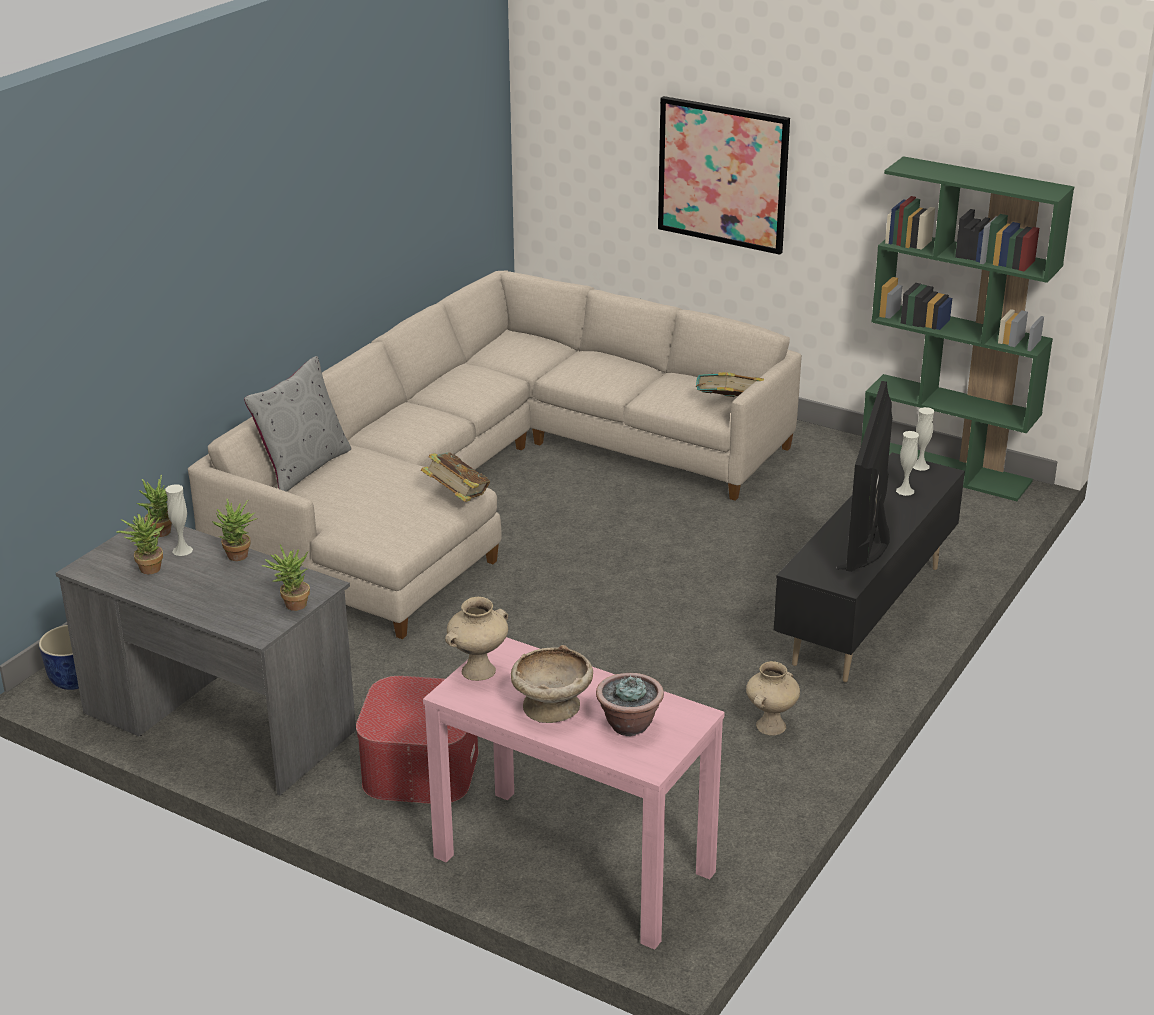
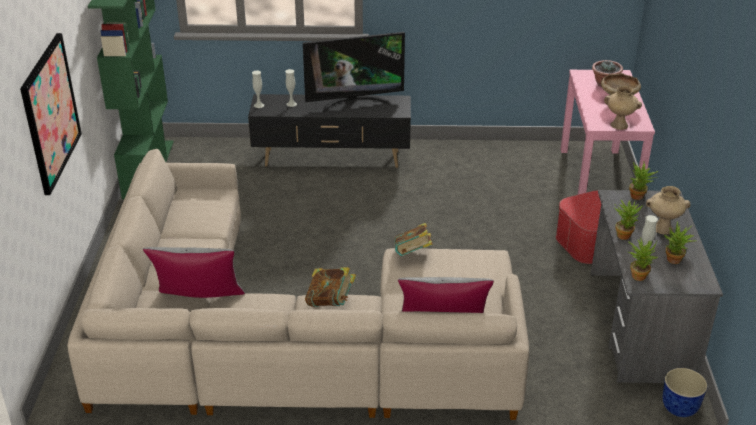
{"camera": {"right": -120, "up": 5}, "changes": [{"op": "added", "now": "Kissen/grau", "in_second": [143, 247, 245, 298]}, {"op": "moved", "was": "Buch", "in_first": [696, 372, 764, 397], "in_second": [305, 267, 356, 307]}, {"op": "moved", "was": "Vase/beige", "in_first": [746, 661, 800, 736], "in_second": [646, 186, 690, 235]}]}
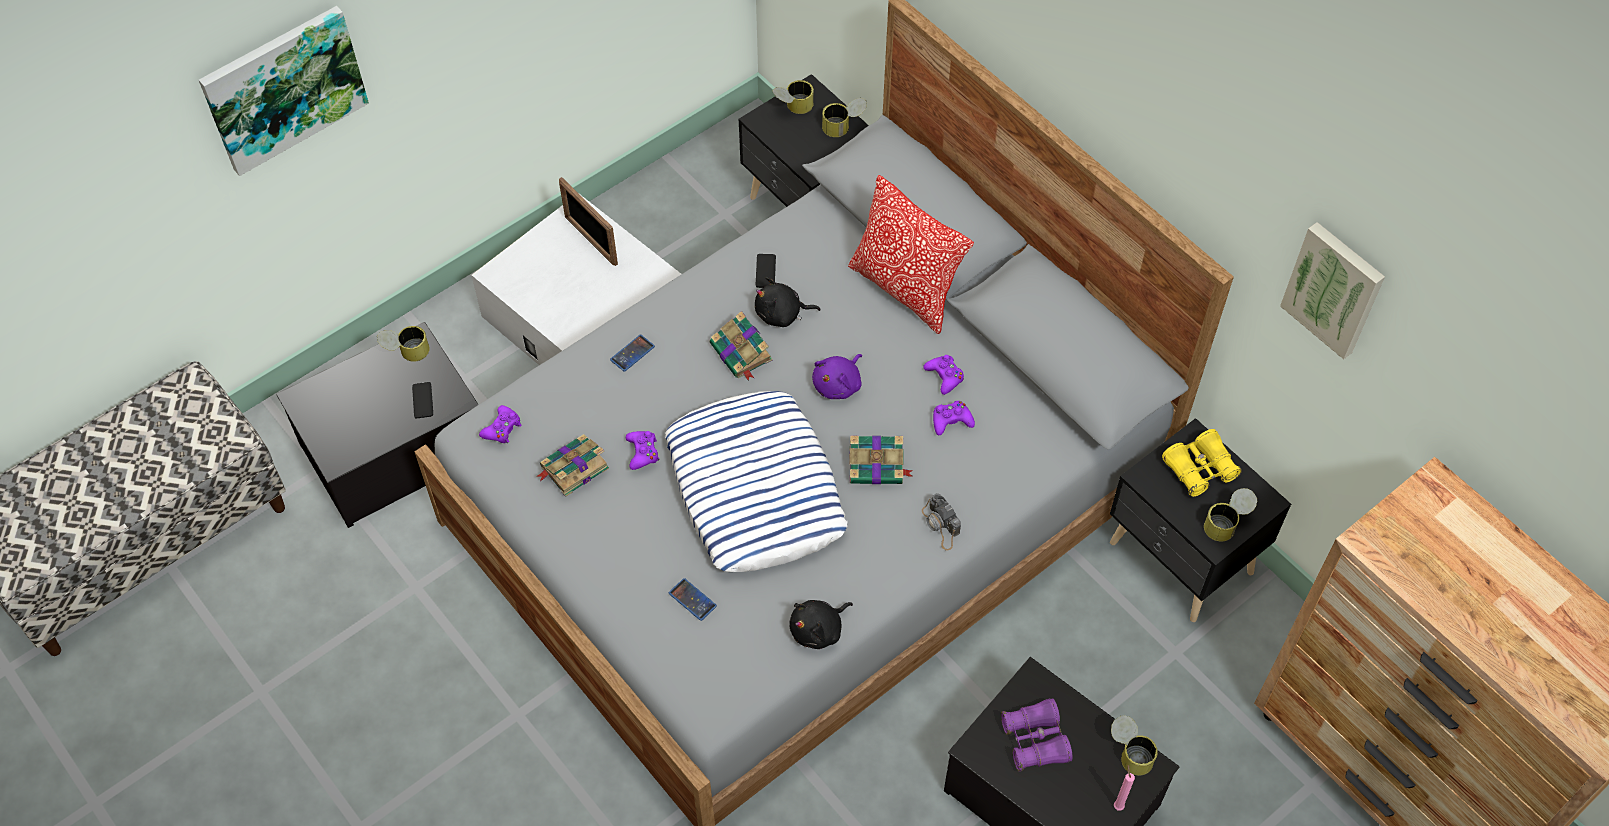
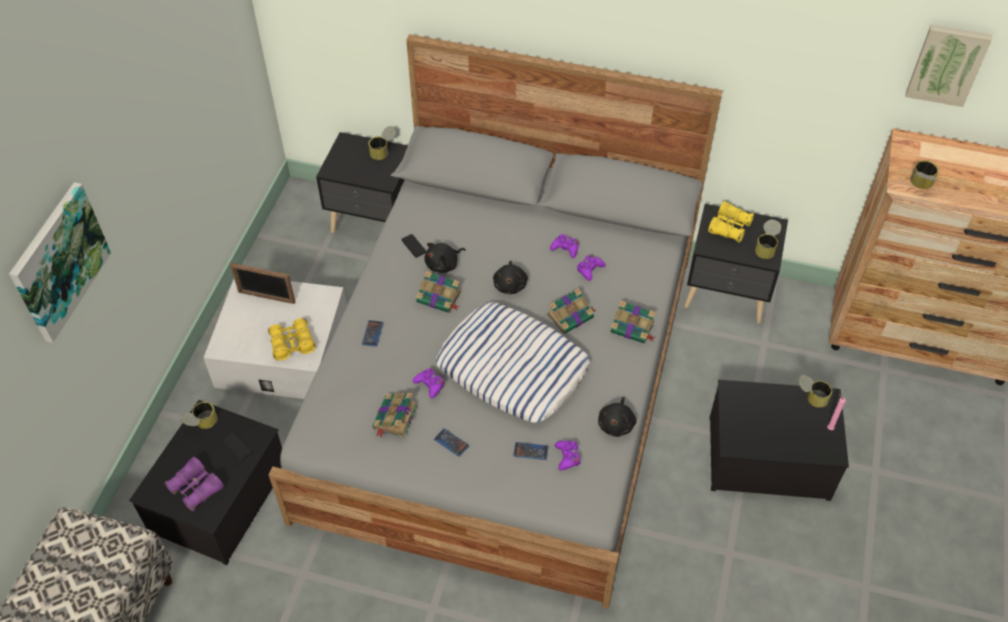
{"camera": {"right": -35, "up": -5}, "changes": [{"op": "removed", "was": "Kissen", "in_first": [848, 175, 974, 334]}, {"op": "added", "now": "Fernglas/gelb", "in_second": [268, 318, 316, 361]}, {"op": "added", "now": "Handy", "in_second": [434, 428, 469, 457]}, {"op": "moved", "was": "Gamepad/lila", "in_first": [479, 405, 521, 443], "in_second": [555, 441, 581, 470]}, {"op": "moved", "was": "Dose", "in_first": [773, 80, 814, 114], "in_second": [910, 160, 939, 189]}, {"op": "moved", "was": "Fernglas/lila", "in_first": [1001, 698, 1073, 772], "in_second": [164, 457, 224, 511]}, {"op": "moved", "was": "Bild", "in_first": [1280, 222, 1385, 359], "in_second": [906, 25, 992, 107]}, {"op": "replaced", "was": "Kamera", "now": "Buch", "in_first": [922, 493, 961, 551], "in_second": [610, 301, 656, 344]}, {"op": "recoloured", "was": "Plüschtier/lila", "now": "Plüschtier/schwarz", "in_first": [812, 354, 862, 399], "in_second": [493, 260, 528, 294]}]}
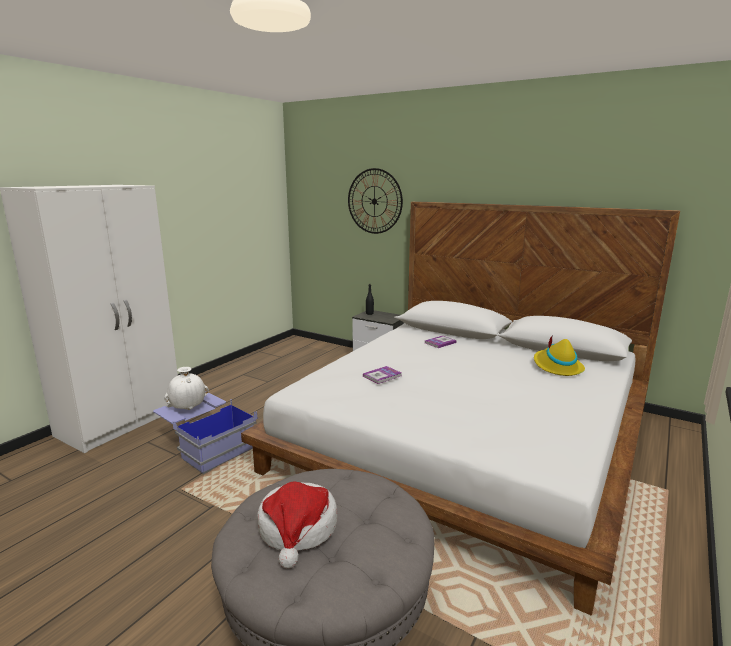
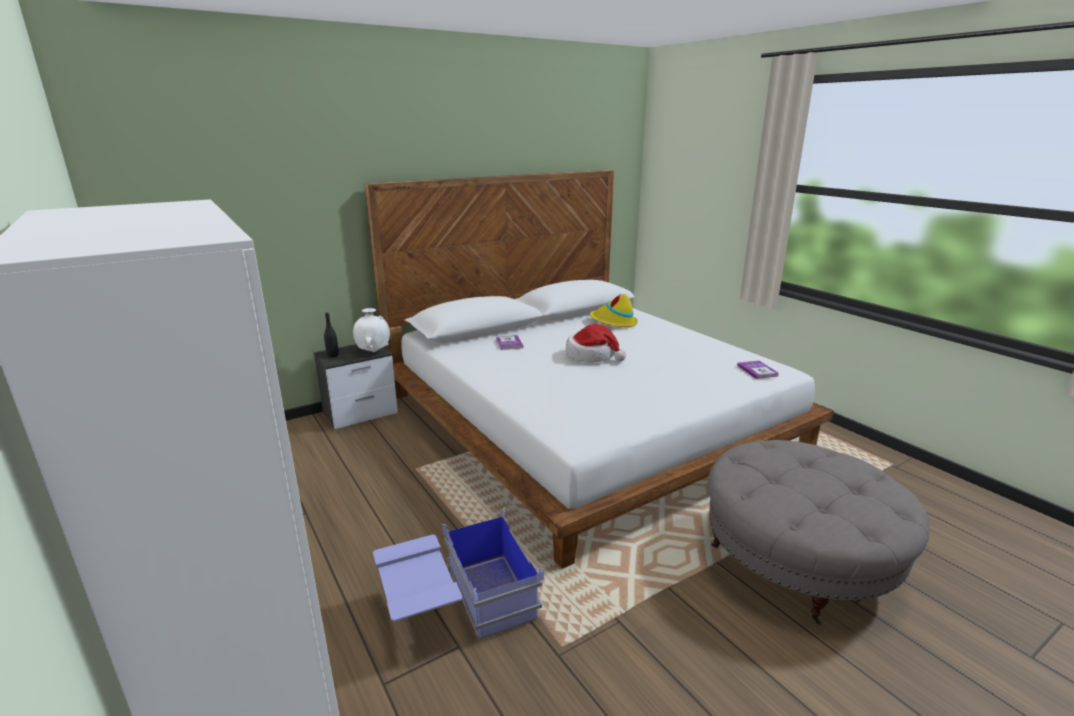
{"camera": {"right": -65, "up": 5}, "changes": [{"op": "removed", "was": "Wanduhr", "in_first": [348, 168, 403, 234]}, {"op": "moved", "was": "Vase/weiß", "in_first": [164, 367, 209, 410], "in_second": [353, 308, 390, 352]}, {"op": "moved", "was": "Hut", "in_first": [257, 482, 337, 569], "in_second": [566, 324, 626, 362]}, {"op": "moved", "was": "Buch", "in_first": [363, 366, 401, 384], "in_second": [737, 361, 779, 379]}]}
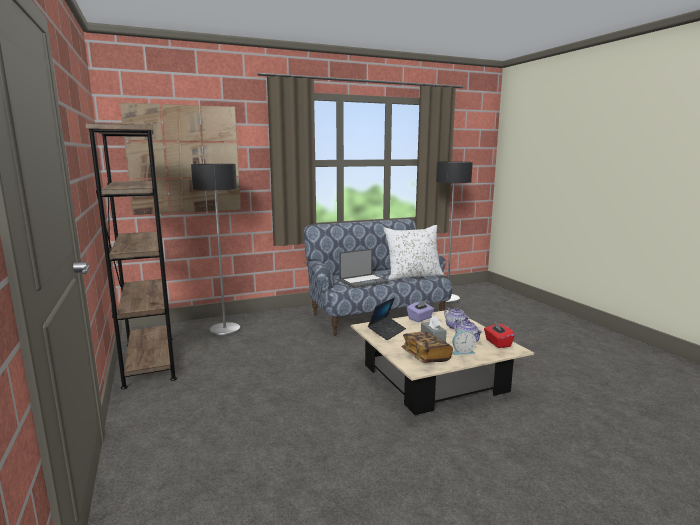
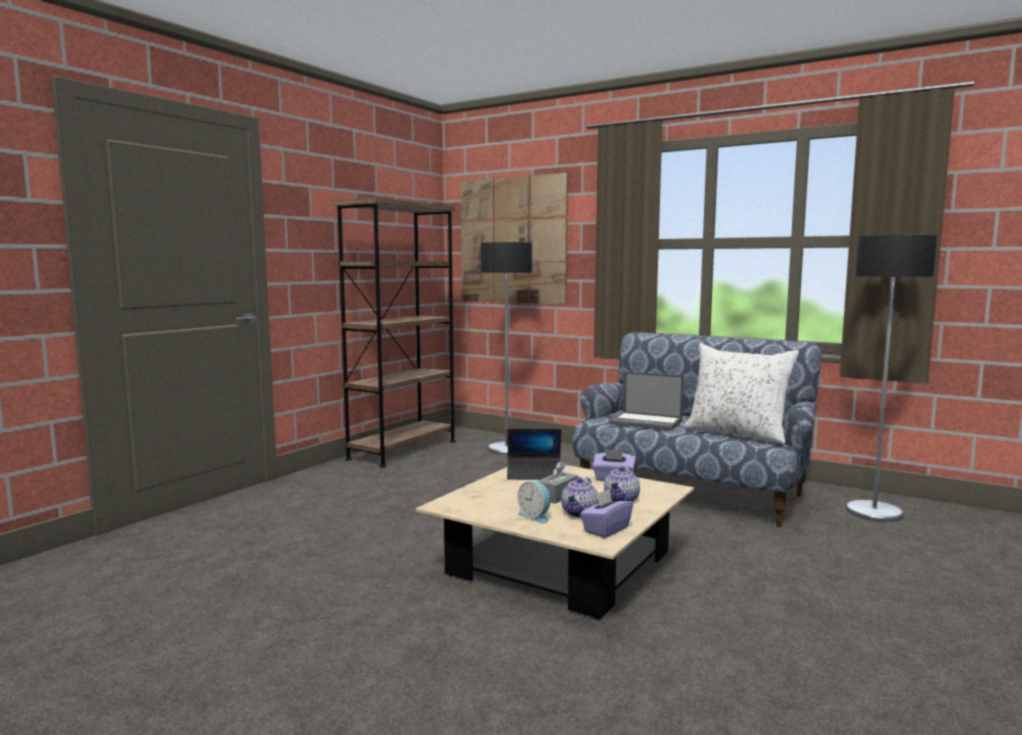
{"camera": {"right": 55, "up": -5}, "changes": [{"op": "removed", "was": "Buch", "in_first": [401, 331, 453, 363]}, {"op": "recoloured", "was": "Taschentuchbox/rot", "now": "Taschentuchbox/lila", "in_first": [484, 321, 515, 348], "in_second": [580, 489, 633, 538]}]}
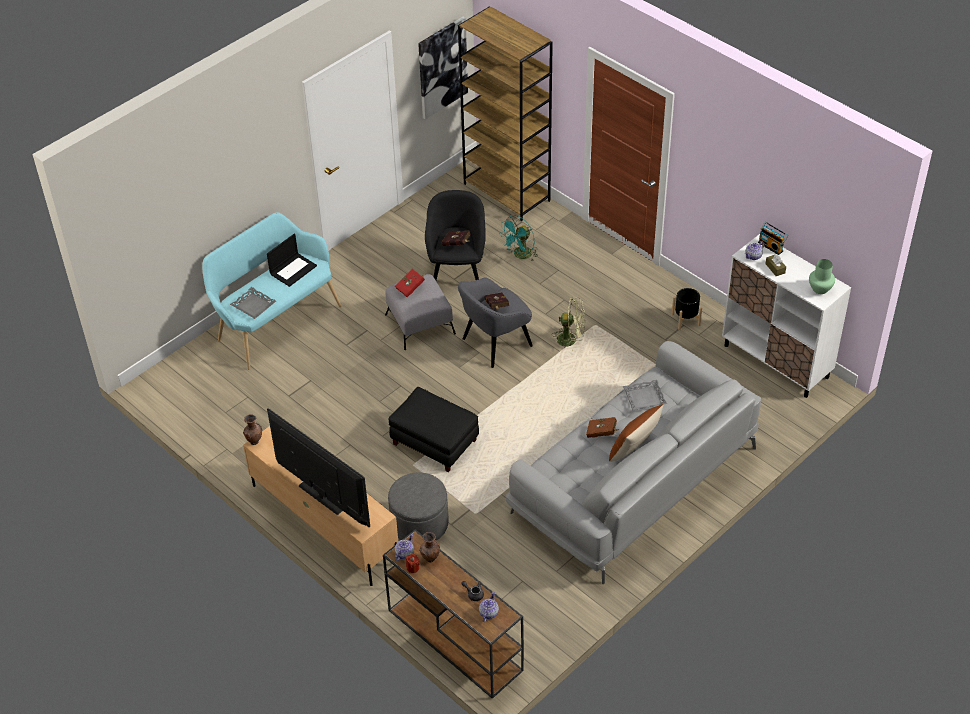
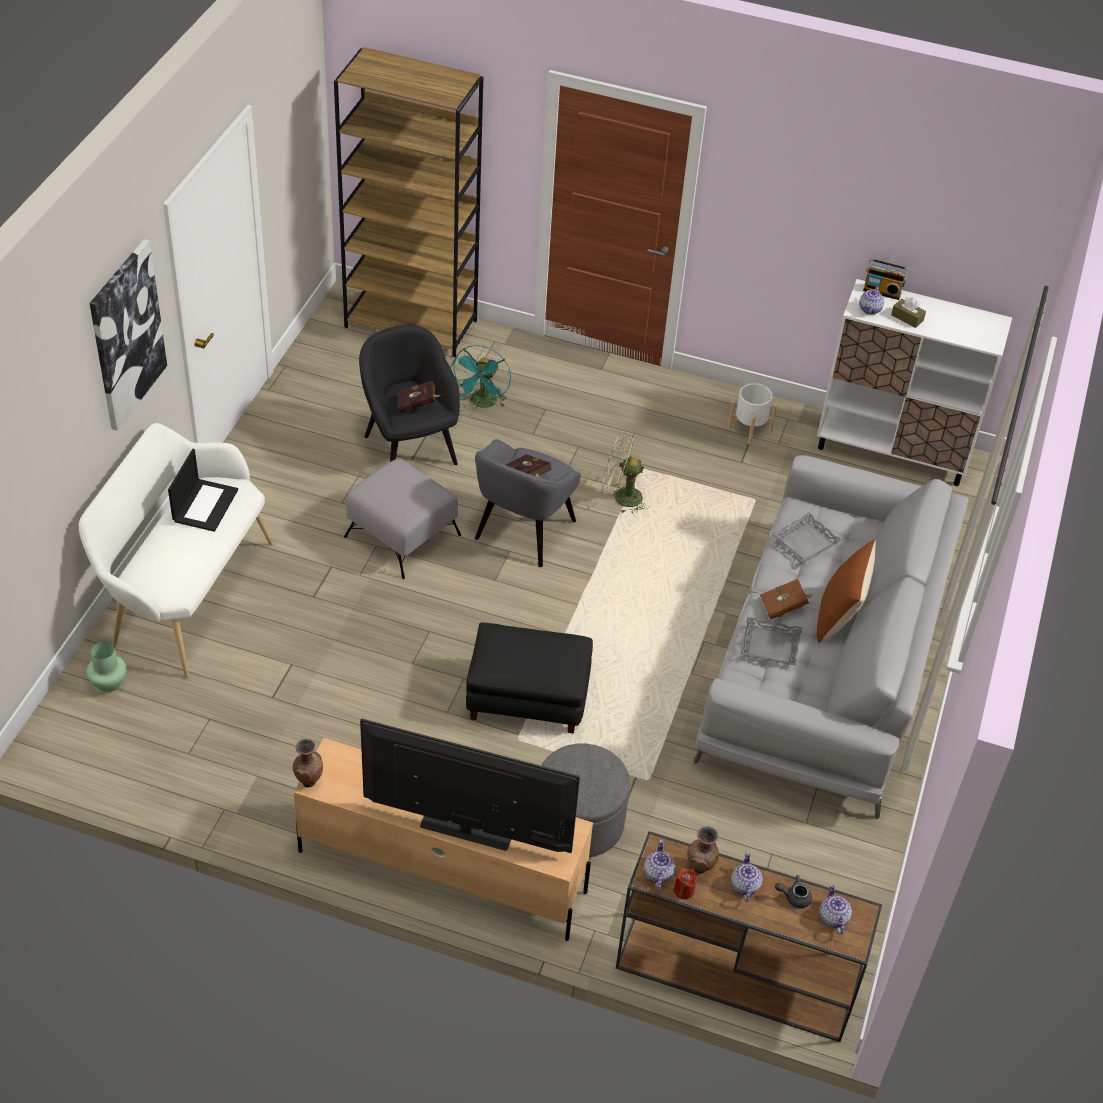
{"camera": {"right": -30, "up": 0}, "changes": [{"op": "removed", "was": "Buch/rot", "in_first": [395, 269, 425, 297]}, {"op": "added", "now": "Teekanne", "in_second": [731, 852, 763, 902]}, {"op": "moved", "was": "Tablett/grau", "in_first": [230, 287, 276, 319], "in_second": [741, 617, 802, 666]}, {"op": "moved", "was": "Bild", "in_first": [418, 17, 468, 119], "in_second": [90, 239, 167, 431]}, {"op": "moved", "was": "Vase/grün", "in_first": [809, 259, 835, 294], "in_second": [87, 642, 127, 692]}, {"op": "recoloured", "was": "Bank/türkis", "now": "Bank/weiß", "in_first": [202, 212, 342, 370], "in_second": [79, 423, 273, 678]}, {"op": "recoloured", "was": "Pflanzkübel/schwarz", "now": "Pflanzkübel/weiß", "in_first": [672, 288, 702, 330], "in_second": [728, 383, 777, 444]}, {"op": "turned", "was": "Ventilator/grün", "in_first": [551, 297, 585, 351], "in_second": [602, 432, 645, 514], "clockwise": -150}]}
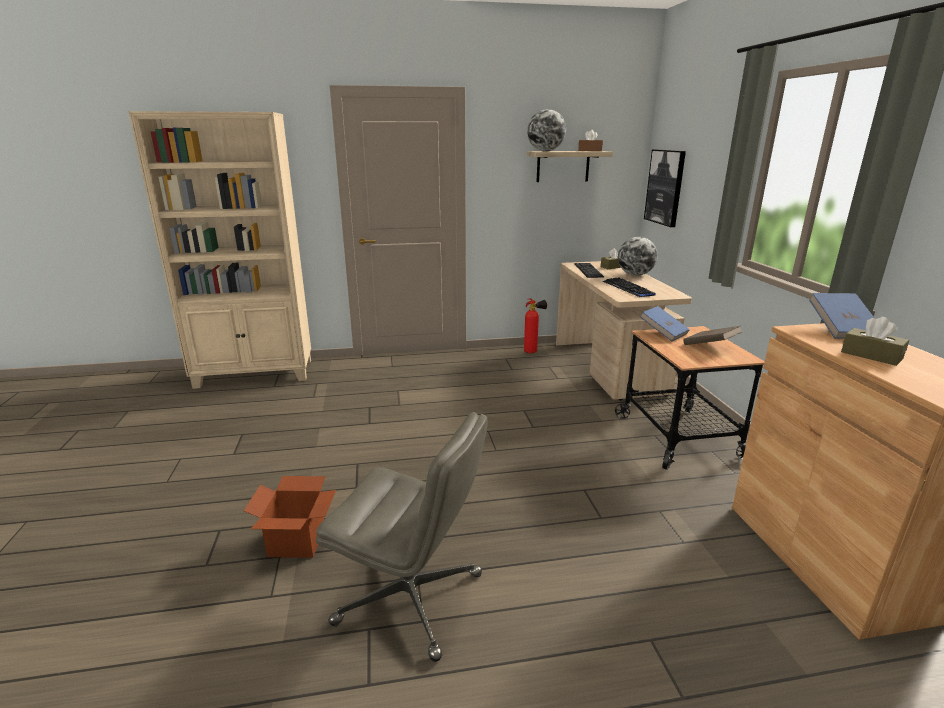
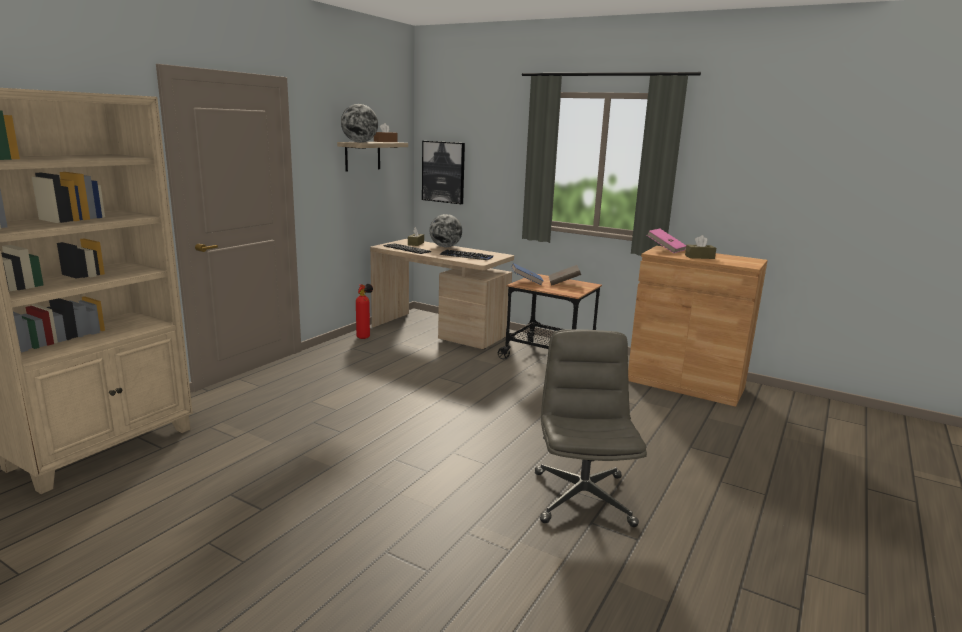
{"camera": {"right": -50, "up": -5}, "changes": [{"op": "removed", "was": "Karton", "in_first": [244, 476, 336, 558]}, {"op": "recoloured", "was": "Buch/blau", "now": "Buch/rosa", "in_first": [809, 293, 874, 339], "in_second": [647, 229, 686, 253]}, {"op": "turned", "was": "Bürostuhl/grau", "in_first": [316, 412, 488, 662], "in_second": [535, 329, 647, 527], "clockwise": -60}]}
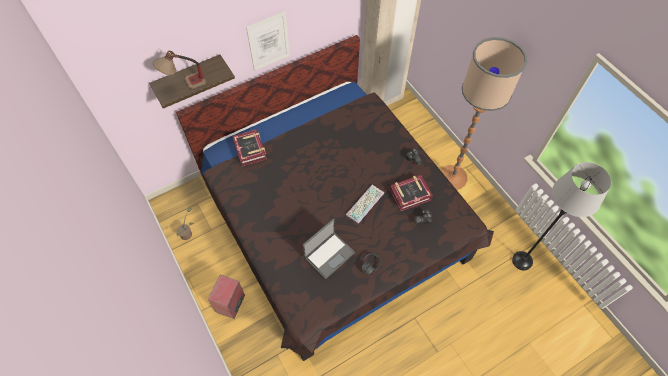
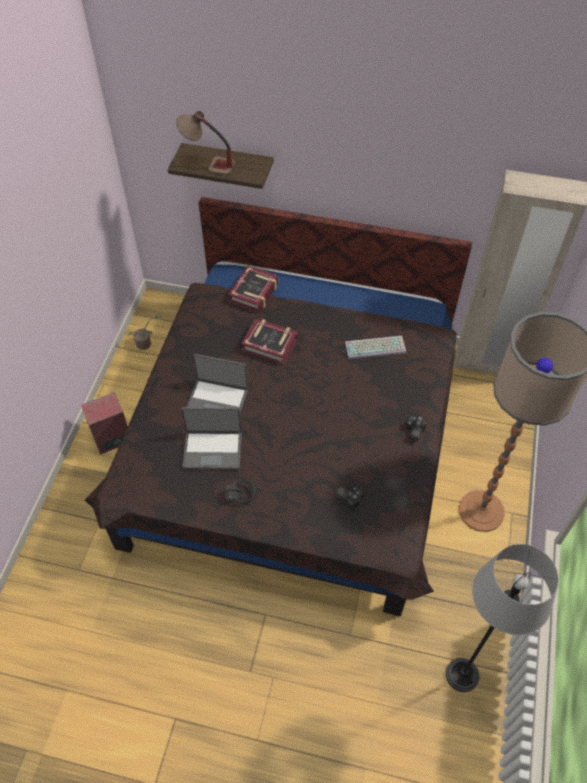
{"camera": {"right": 45, "up": -5}, "changes": [{"op": "removed", "was": "Bild", "in_first": [246, 11, 290, 71]}, {"op": "added", "now": "Laptop", "in_second": [186, 354, 248, 413]}, {"op": "moved", "was": "Tastatur", "in_first": [346, 185, 384, 224], "in_second": [345, 336, 406, 359]}, {"op": "moved", "was": "Buch", "in_first": [390, 175, 433, 211], "in_second": [241, 318, 298, 365]}]}
